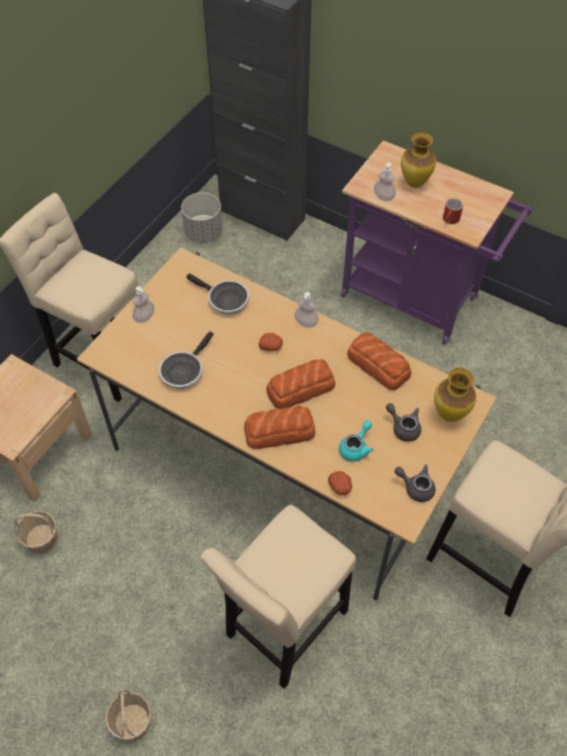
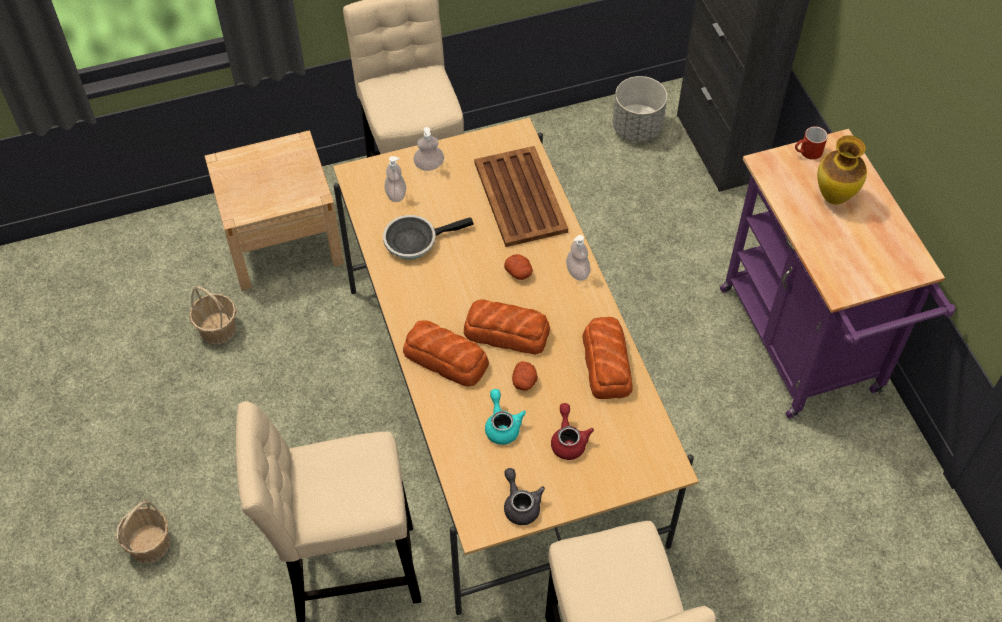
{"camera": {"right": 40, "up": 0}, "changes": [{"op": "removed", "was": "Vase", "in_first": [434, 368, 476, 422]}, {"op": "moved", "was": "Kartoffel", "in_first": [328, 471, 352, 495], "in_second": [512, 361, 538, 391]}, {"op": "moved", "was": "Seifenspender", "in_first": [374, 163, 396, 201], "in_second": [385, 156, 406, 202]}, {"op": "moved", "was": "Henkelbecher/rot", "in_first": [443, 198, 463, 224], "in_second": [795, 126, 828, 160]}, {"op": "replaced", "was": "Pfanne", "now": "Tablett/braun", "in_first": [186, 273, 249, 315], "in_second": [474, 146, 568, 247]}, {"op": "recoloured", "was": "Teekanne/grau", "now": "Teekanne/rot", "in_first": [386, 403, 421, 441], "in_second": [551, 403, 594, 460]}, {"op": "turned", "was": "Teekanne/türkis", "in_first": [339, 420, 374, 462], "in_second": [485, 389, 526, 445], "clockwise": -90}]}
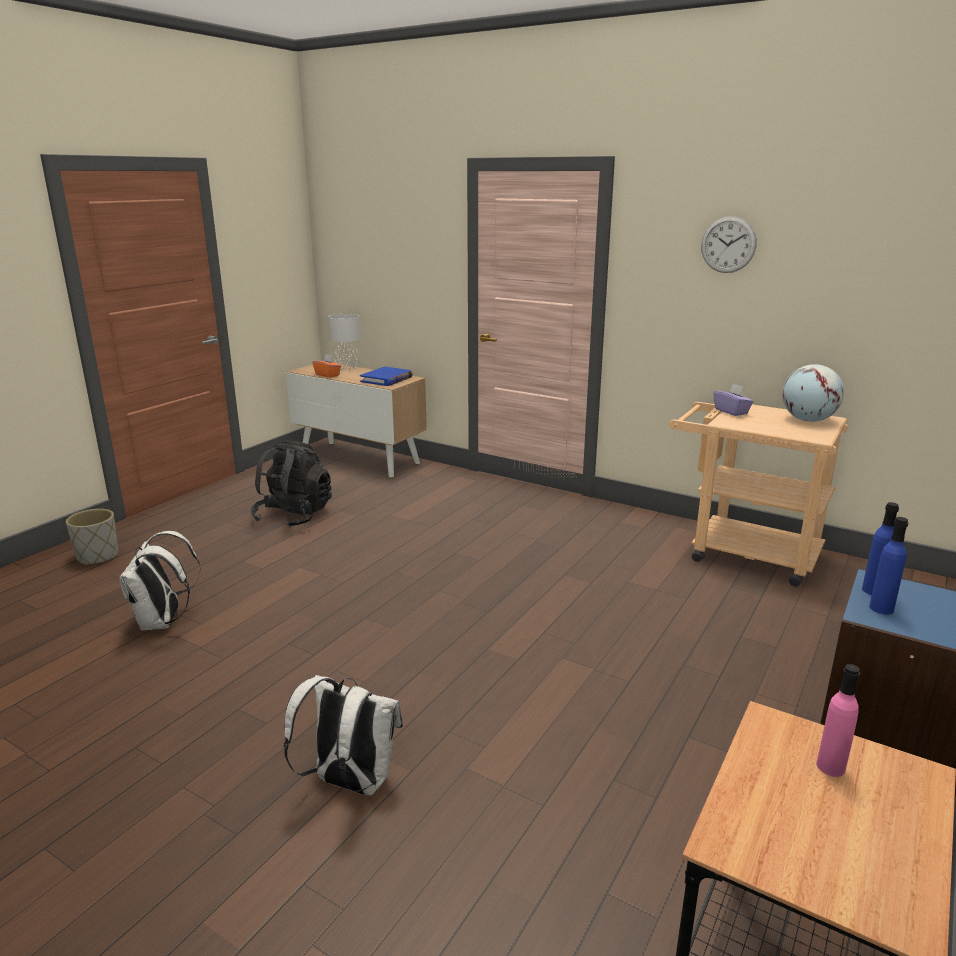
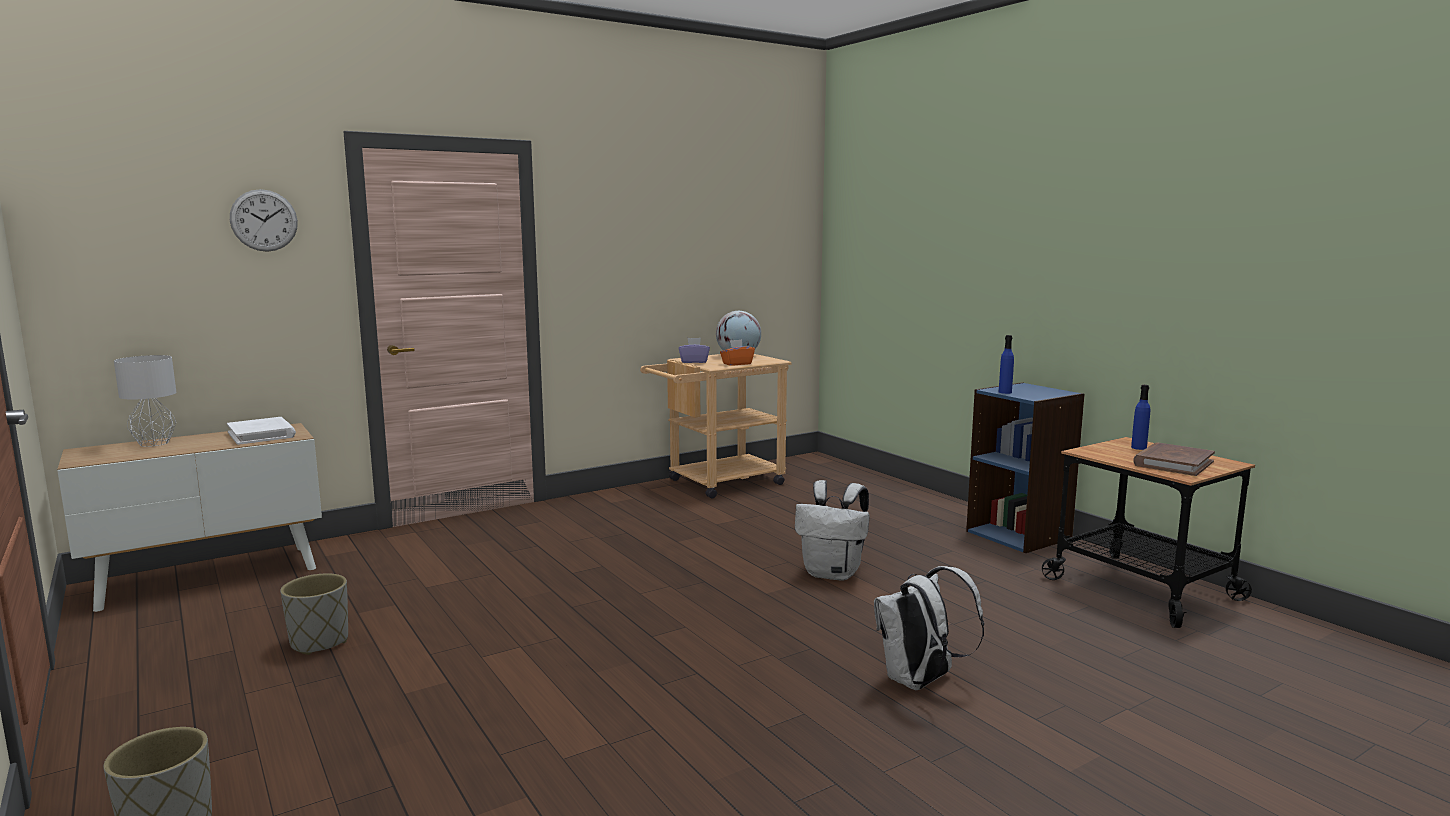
{"camera": {"right": -65, "up": -10}, "changes": [{"op": "removed", "was": "Flasche/rosa", "in_first": [816, 664, 860, 777]}, {"op": "added", "now": "Buch/braun", "in_second": [1133, 443, 1215, 476]}, {"op": "moved", "was": "Rucksack/weiß", "in_first": [120, 531, 201, 630], "in_second": [795, 480, 870, 581]}, {"op": "moved", "was": "Taschentuchbox/orange", "in_first": [312, 354, 341, 378], "in_second": [720, 339, 755, 366]}, {"op": "moved", "was": "Wanduhr", "in_first": [701, 216, 757, 273], "in_second": [230, 189, 298, 252]}, {"op": "moved", "was": "Flasche/blau", "in_first": [869, 517, 908, 614], "in_second": [1131, 385, 1150, 450]}, {"op": "replaced", "was": "Rucksack/schwarz", "now": "Pflanzkübel/grau", "in_first": [251, 440, 332, 528], "in_second": [280, 573, 348, 655]}, {"op": "recoloured", "was": "Buch/blau", "now": "Buch/weiß", "in_first": [360, 367, 413, 386], "in_second": [227, 417, 296, 445]}]}
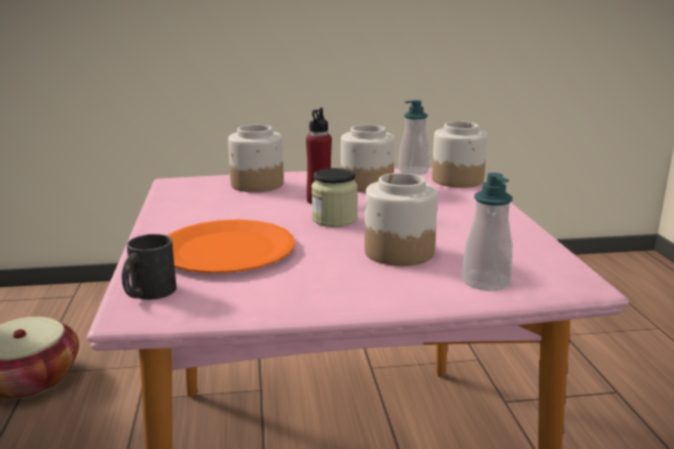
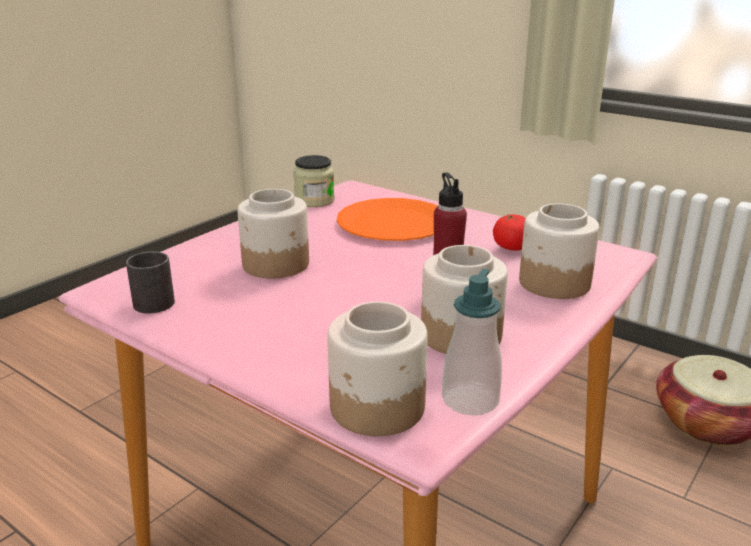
{"camera": {"right": 135, "up": 5}, "changes": [{"op": "removed", "was": "Seifenspender", "in_first": [462, 173, 513, 291]}, {"op": "added", "now": "Tomate", "in_second": [493, 214, 526, 251]}, {"op": "moved", "was": "Henkelbecher/schwarz", "in_first": [122, 234, 177, 300], "in_second": [126, 251, 175, 314]}, {"op": "moved", "was": "Vorratsglas", "in_first": [311, 168, 358, 227], "in_second": [293, 155, 334, 207]}]}
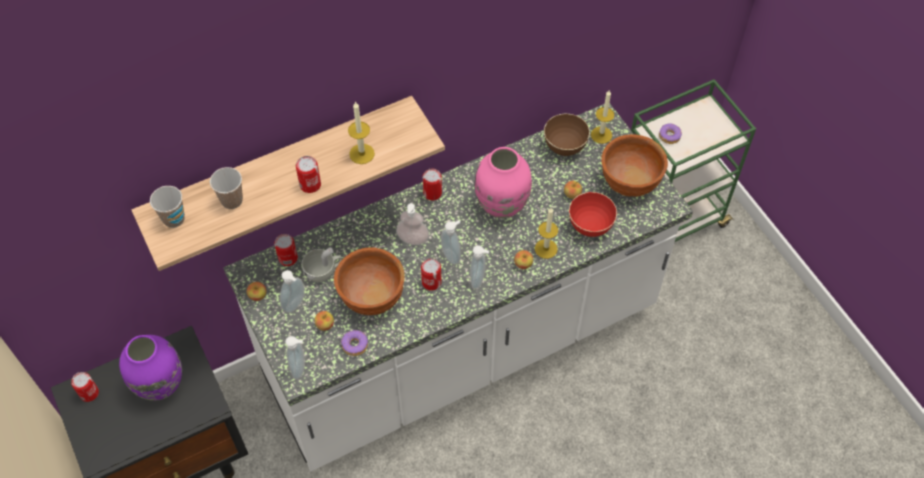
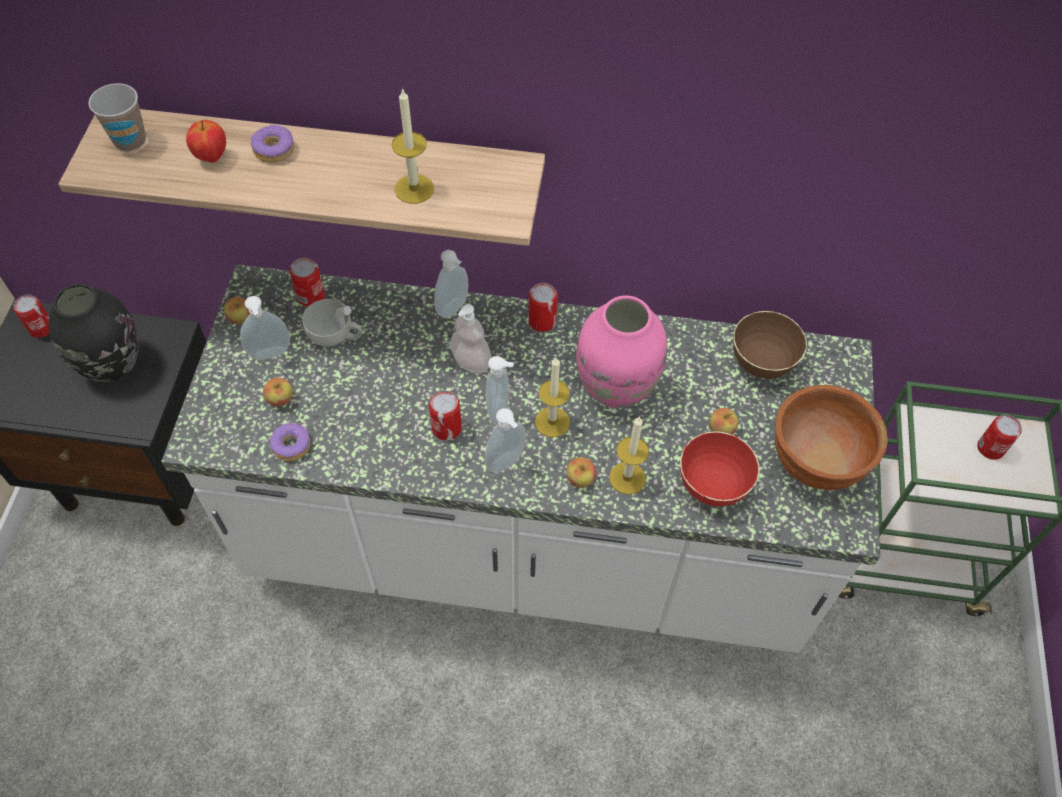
{"camera": {"right": 35, "up": 0}, "changes": [{"op": "removed", "was": "Schüssel/braun", "in_first": [334, 247, 405, 315]}, {"op": "moved", "was": "Seifenspender", "in_first": [285, 336, 305, 379], "in_second": [435, 250, 468, 318]}, {"op": "moved", "was": "Dose", "in_first": [296, 156, 321, 193], "in_second": [977, 415, 1022, 460]}, {"op": "moved", "was": "Kerze", "in_first": [591, 90, 614, 144], "in_second": [535, 357, 570, 437]}, {"op": "moved", "was": "Donut", "in_first": [659, 123, 682, 144], "in_second": [251, 125, 295, 162]}, {"op": "replaced", "was": "Tasse", "now": "Apfel", "in_first": [210, 167, 243, 209], "in_second": [186, 120, 226, 163]}, {"op": "recoloured", "was": "Vase/lila", "now": "Vase/schwarz", "in_first": [119, 335, 182, 401], "in_second": [48, 283, 139, 382]}]}
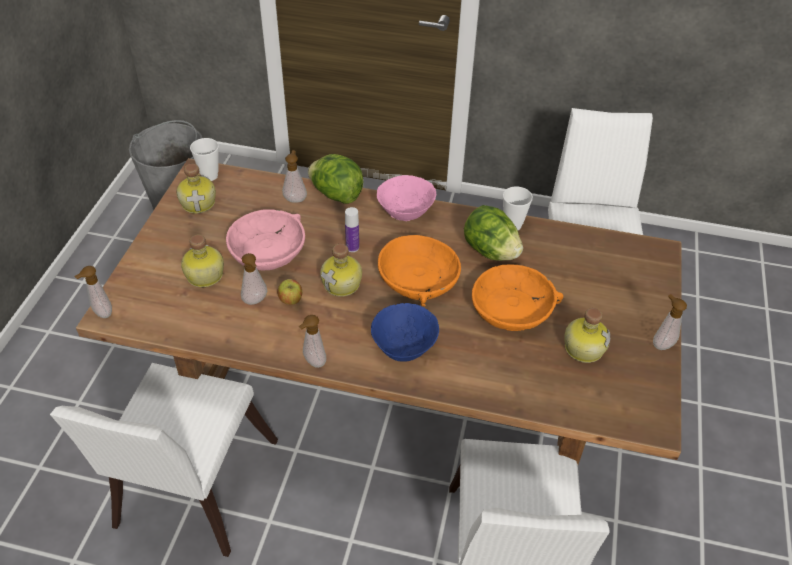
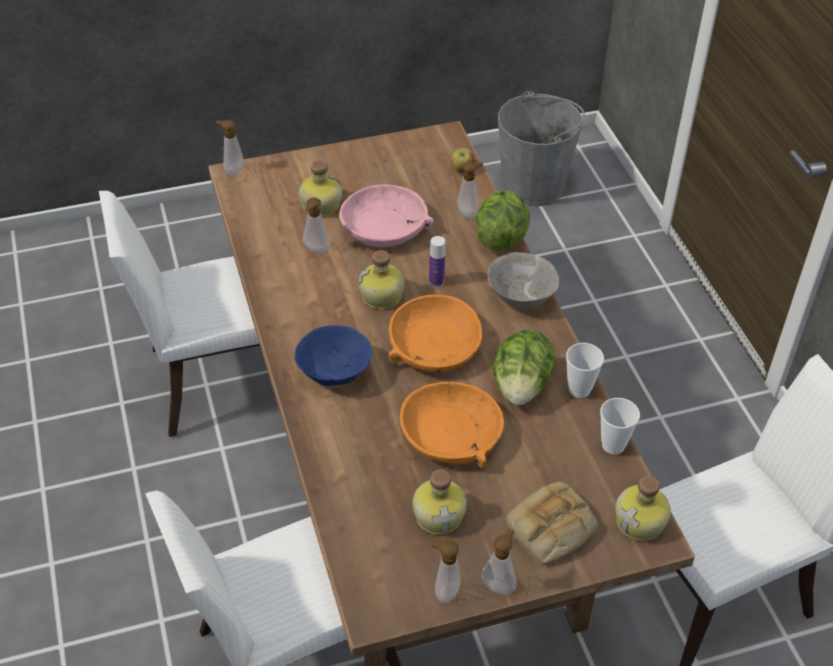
{"camera": {"right": 60, "up": 0}, "changes": [{"op": "added", "now": "Brot", "in_second": [506, 482, 598, 565]}, {"op": "moved", "was": "Flasche", "in_first": [177, 164, 216, 214], "in_second": [615, 476, 671, 541]}, {"op": "moved", "was": "Tasse", "in_first": [190, 138, 219, 181], "in_second": [600, 398, 640, 455]}, {"op": "moved", "was": "Apfel", "in_first": [277, 279, 302, 305], "in_second": [450, 148, 474, 173]}, {"op": "moved", "was": "Seifenspender", "in_first": [298, 315, 326, 368], "in_second": [431, 541, 461, 603]}, {"op": "recoloured", "was": "Schüssel/rosa", "now": "Schüssel/grau", "in_first": [377, 175, 436, 221], "in_second": [487, 252, 559, 309]}]}
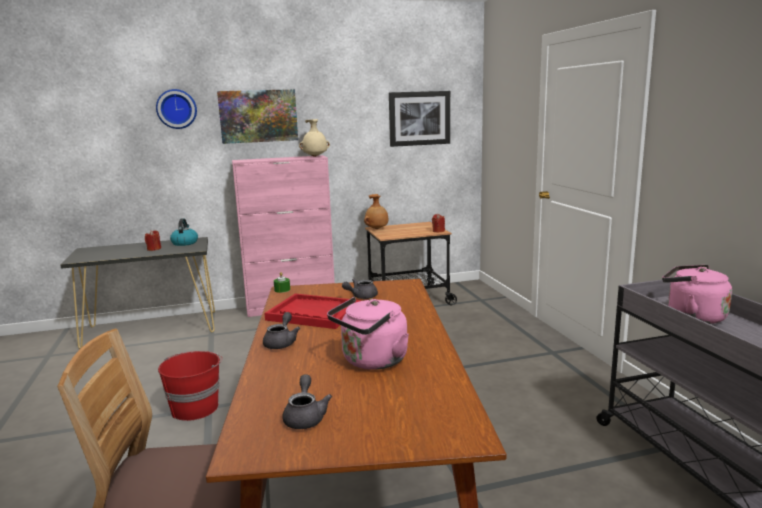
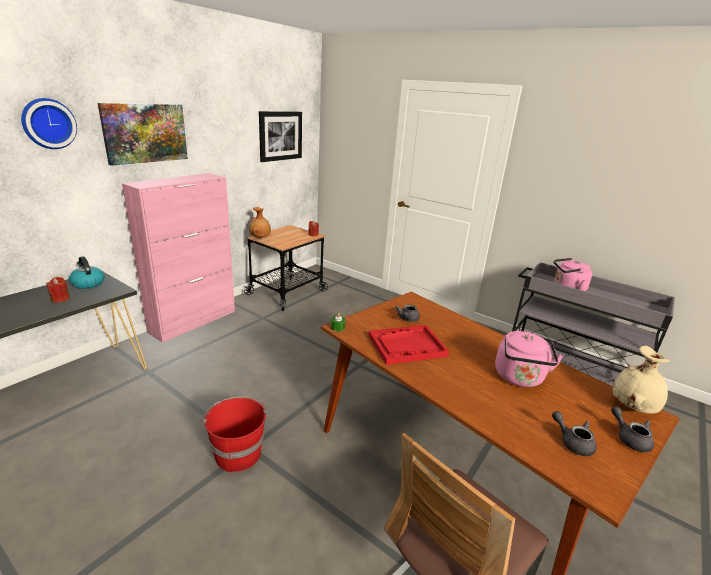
{"camera": {"right": -40, "up": 10}, "changes": [{"op": "moved", "was": "Teekanne/grau", "in_first": [263, 312, 300, 349], "in_second": [611, 406, 654, 452]}, {"op": "moved", "was": "Vase/beige", "in_first": [299, 119, 330, 157], "in_second": [613, 346, 670, 414]}]}
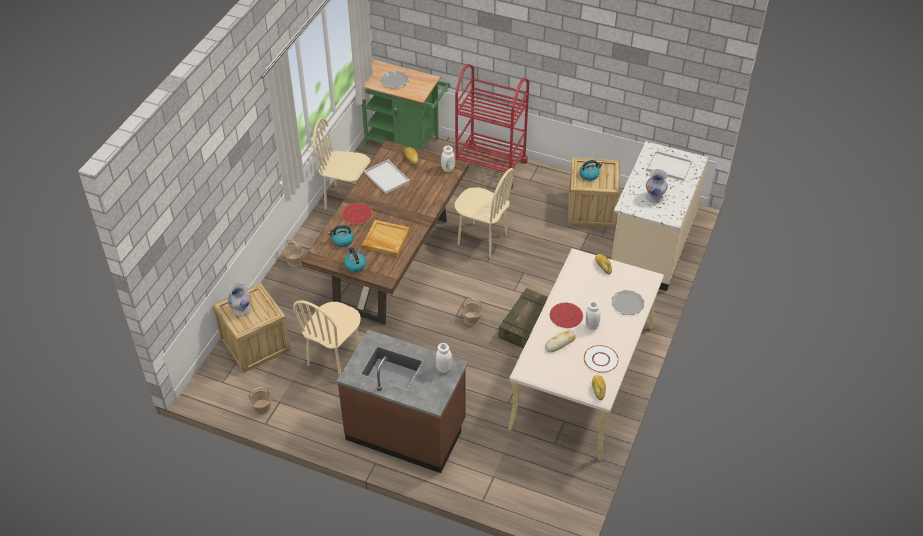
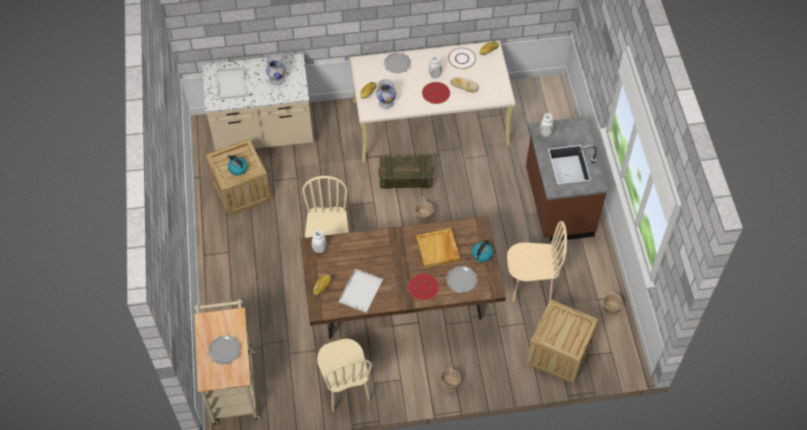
{"camera": {"right": -120, "up": 10}, "changes": [{"op": "removed", "was": "Rollwagen/rot", "in_first": [455, 64, 530, 189]}, {"op": "moved", "was": "Vase/weiß", "in_first": [228, 282, 251, 316], "in_second": [376, 79, 396, 109]}, {"op": "replaced", "was": "Wasserkessel", "now": "Teller", "in_first": [328, 225, 354, 247], "in_second": [446, 266, 478, 293]}, {"op": "recoloured", "was": "Rollwagen/grün", "now": "Rollwagen/beige", "in_first": [362, 60, 450, 151], "in_second": [194, 299, 260, 425]}]}
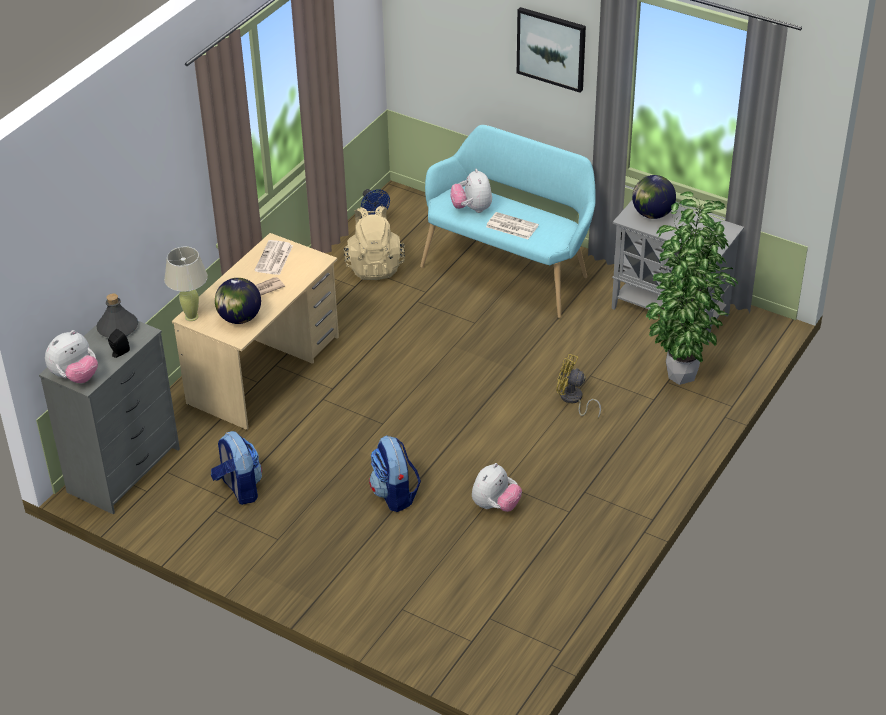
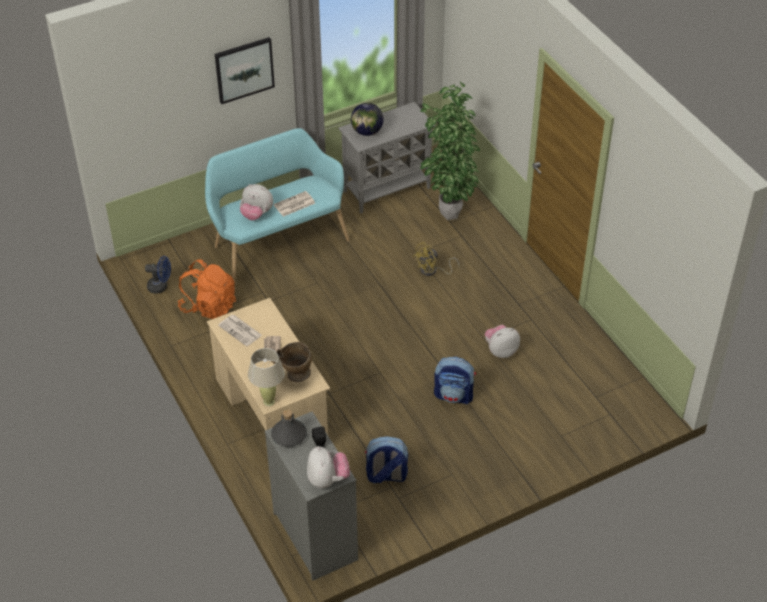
{"camera": {"right": -60, "up": 5}, "changes": [{"op": "replaced", "was": "Globus", "now": "Vase/beige", "in_first": [215, 278, 261, 324], "in_second": [271, 342, 312, 382]}, {"op": "recoloured", "was": "Rucksack/beige", "now": "Rucksack/orange", "in_first": [344, 206, 405, 280], "in_second": [177, 259, 236, 319]}, {"op": "turned", "was": "Plüschtier", "in_first": [472, 463, 522, 512], "in_second": [485, 325, 520, 358], "clockwise": -90}]}
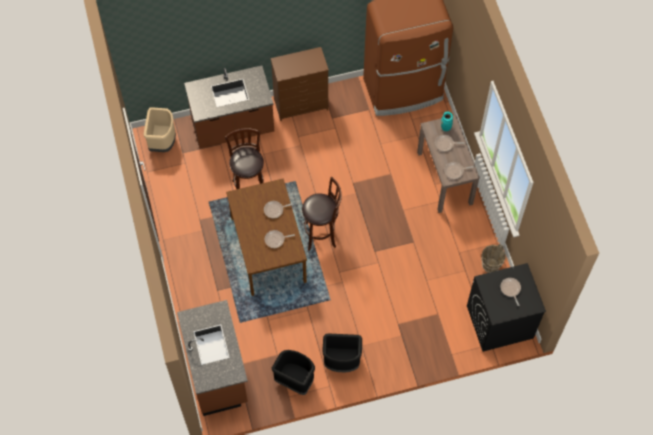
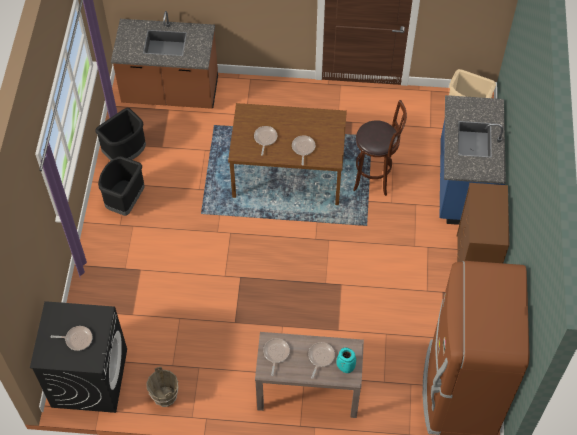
{"camera": {"right": 110, "up": -5}, "changes": [{"op": "removed", "was": "Hocker/braun", "in_first": [302, 176, 342, 251]}, {"op": "recoloured", "was": "Küchenzeile/braun", "now": "Küchenzeile/blau", "in_first": [184, 65, 274, 149], "in_second": [440, 95, 506, 225]}]}
